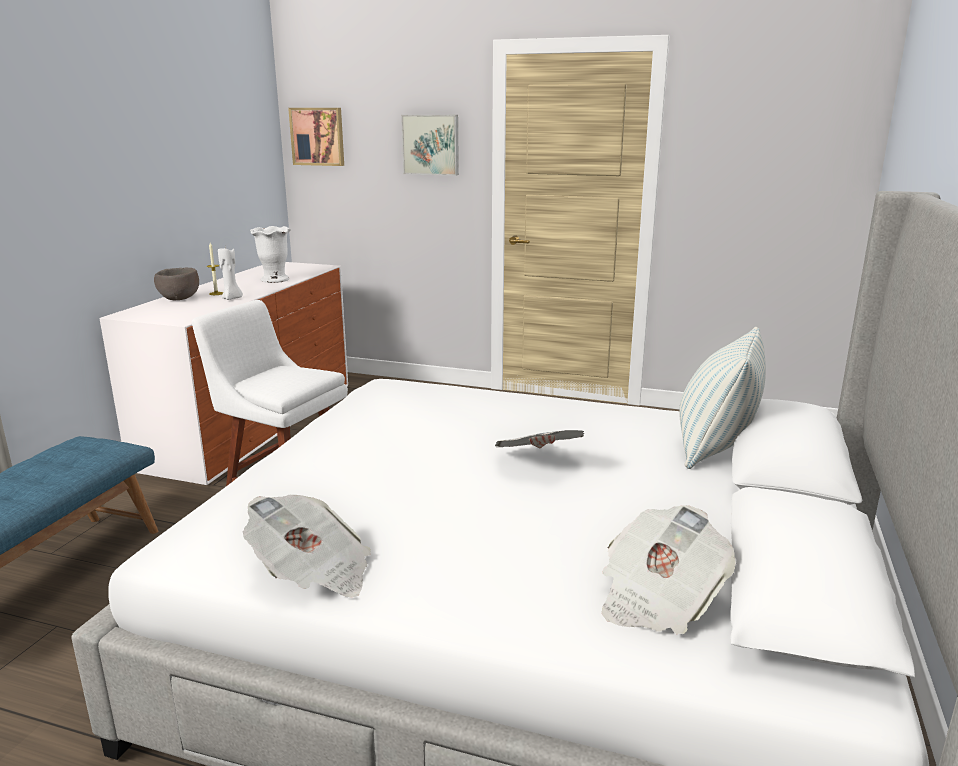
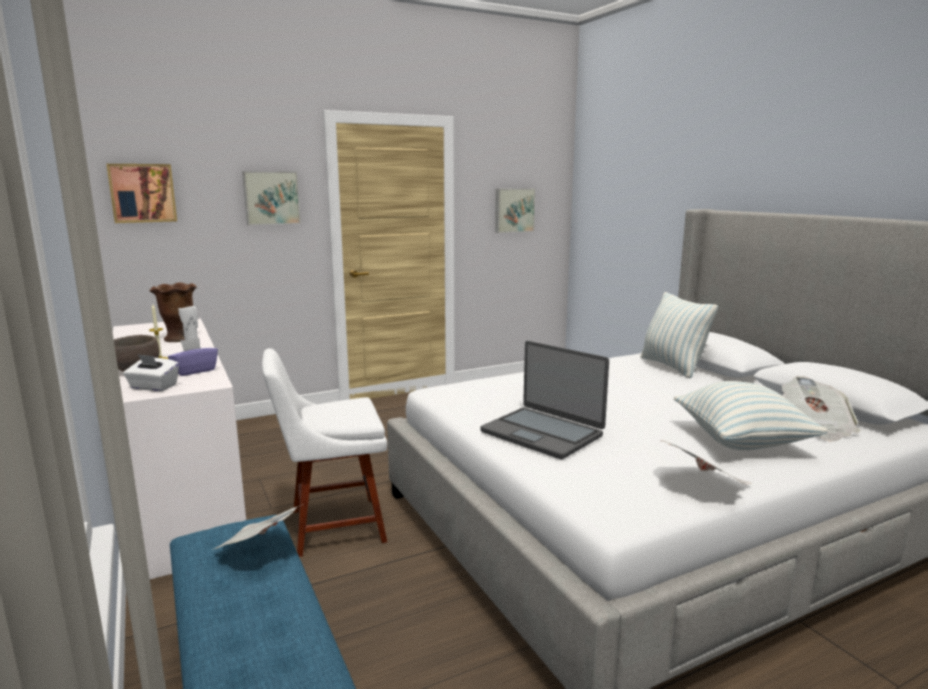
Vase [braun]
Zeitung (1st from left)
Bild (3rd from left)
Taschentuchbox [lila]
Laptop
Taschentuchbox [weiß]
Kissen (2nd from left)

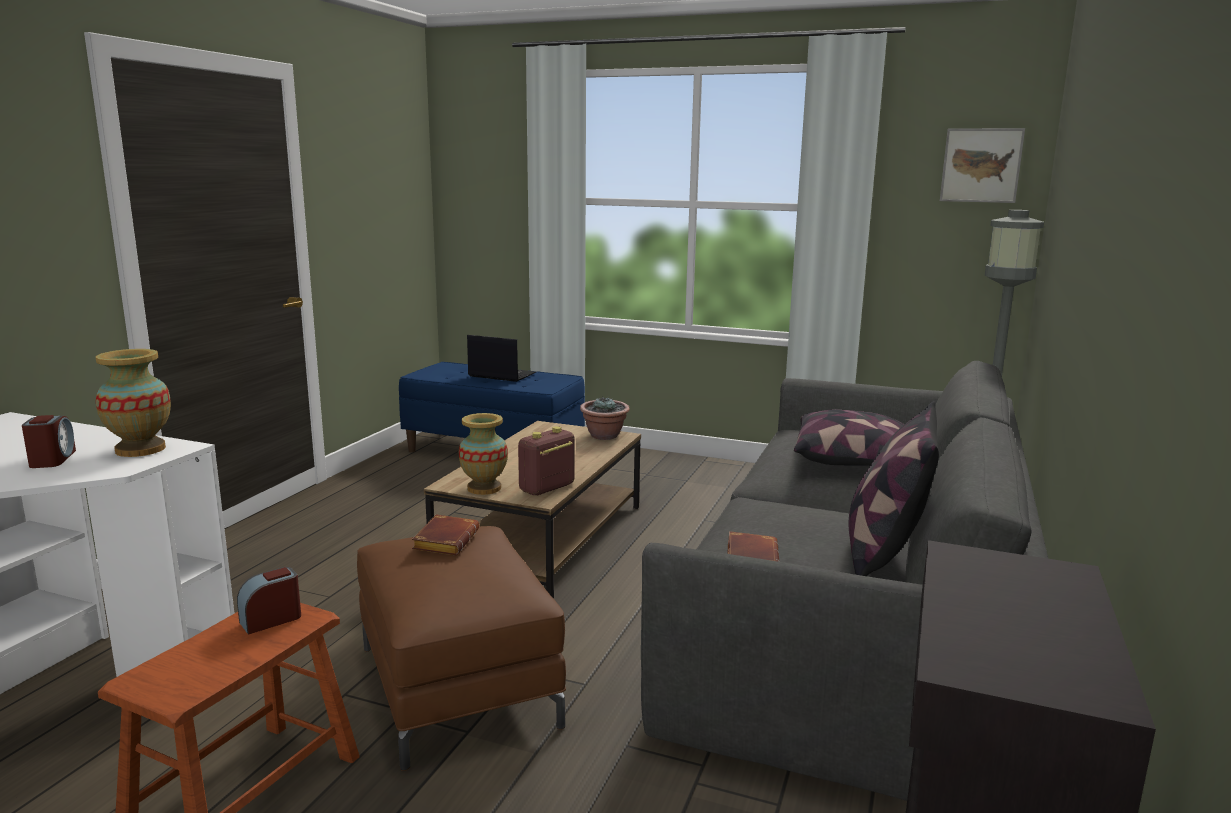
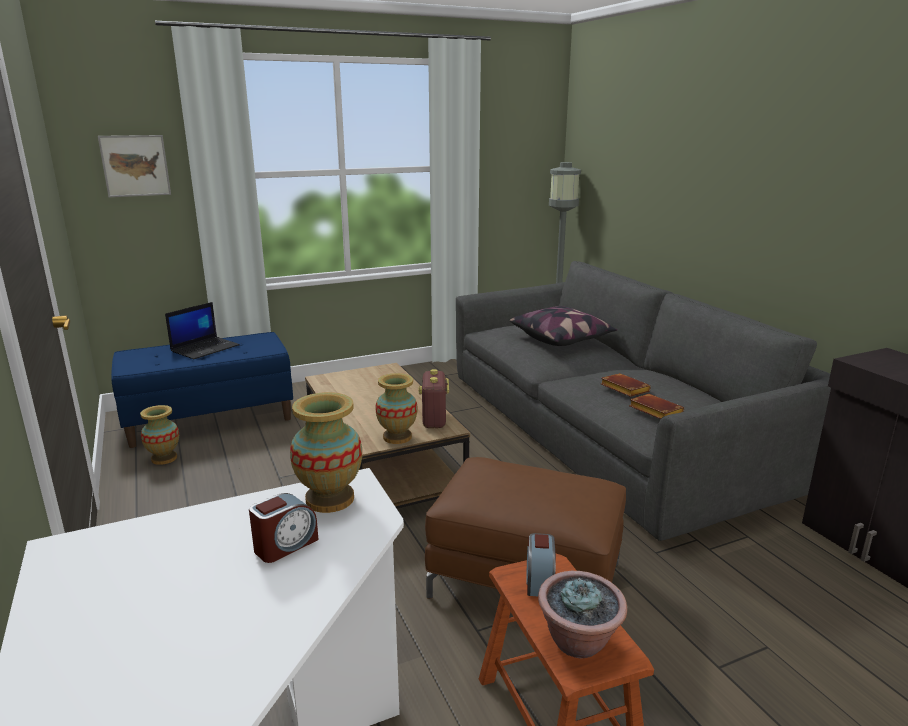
Bild
Laptop
Topfpflanze
Kissen (2nd from left in the first image)
Wecker (1st from left)
Buch [braun] (1st from left)
Vase (1st from left)

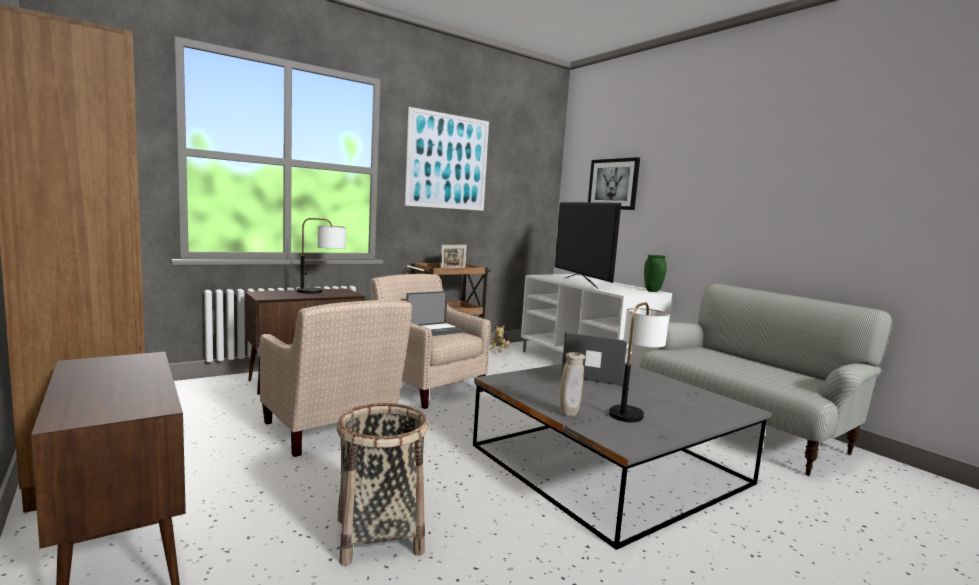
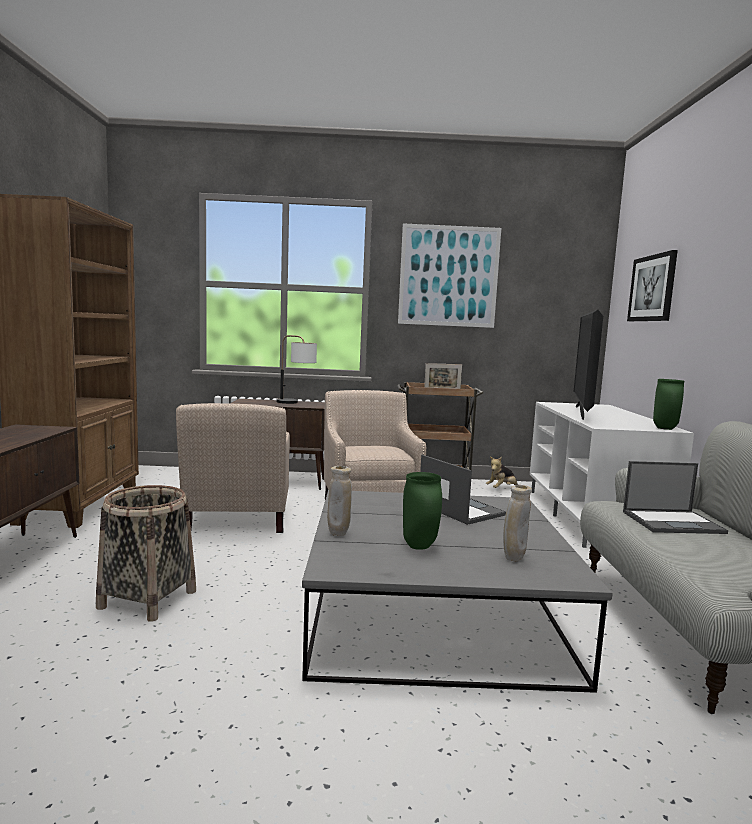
Laptop (2nd from left)
Vase [grün] (1st from left)
Vase [beige] (2nd from left)

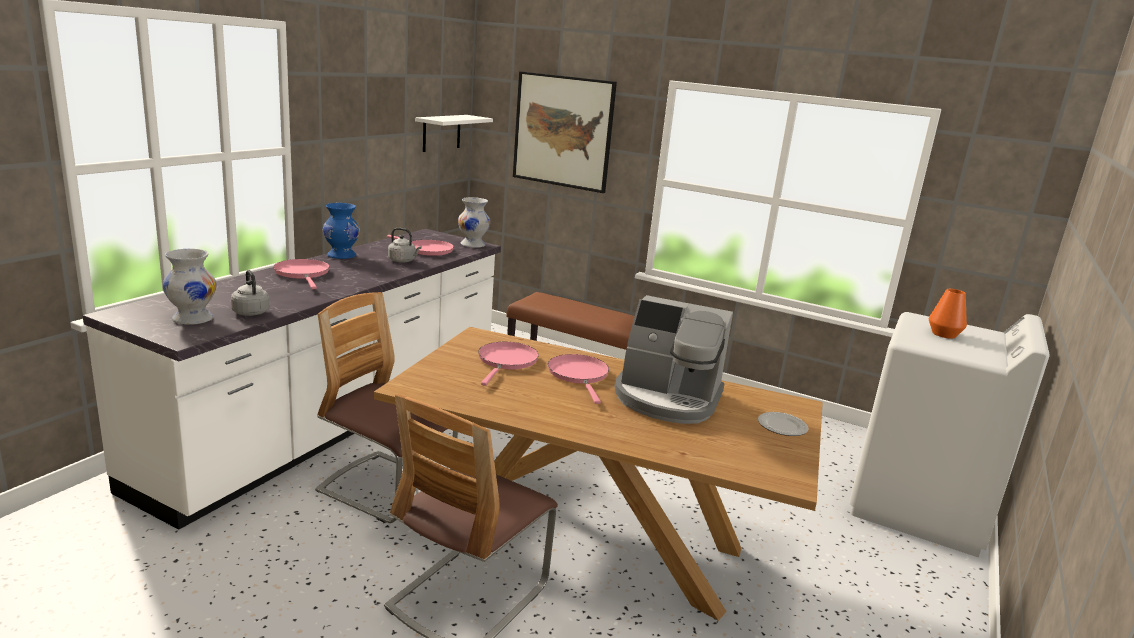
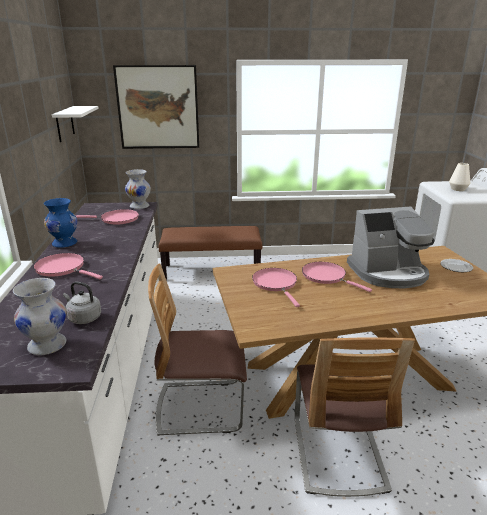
Wasserkessel [grau] (2nd from left in the first image)
Vase [weiß] (3rd from left)

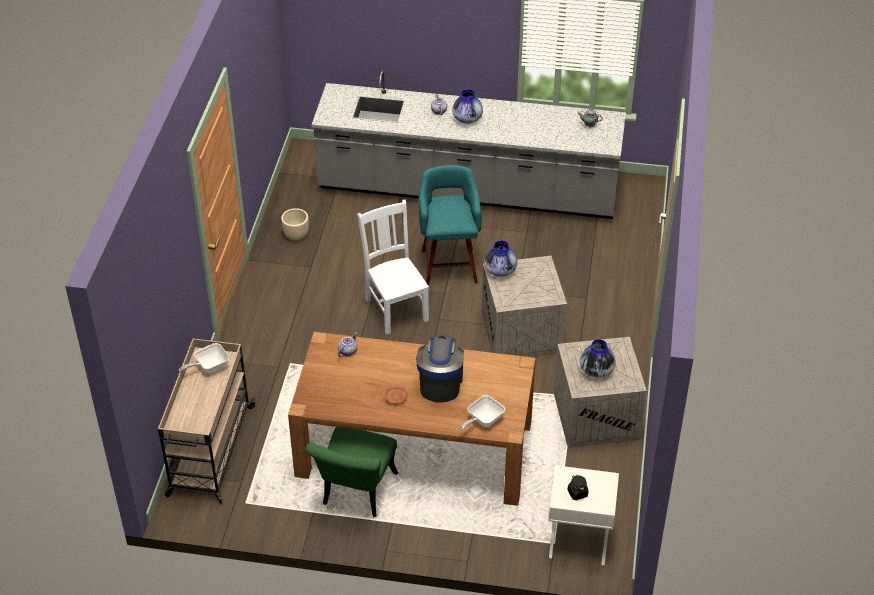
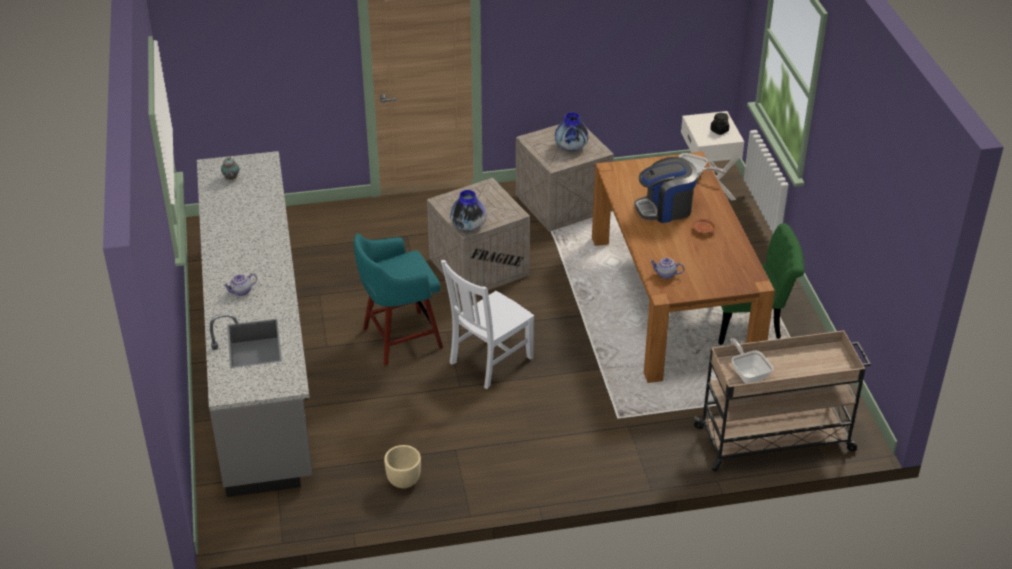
Vase (1st from left in the first image)
Pfanne (2nd from left)

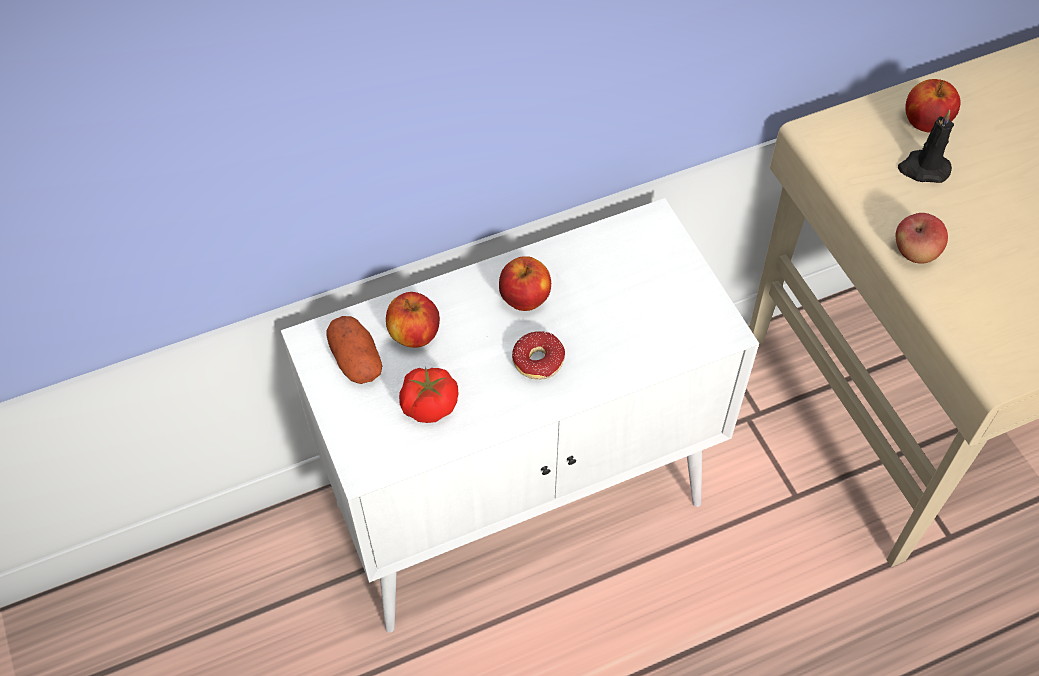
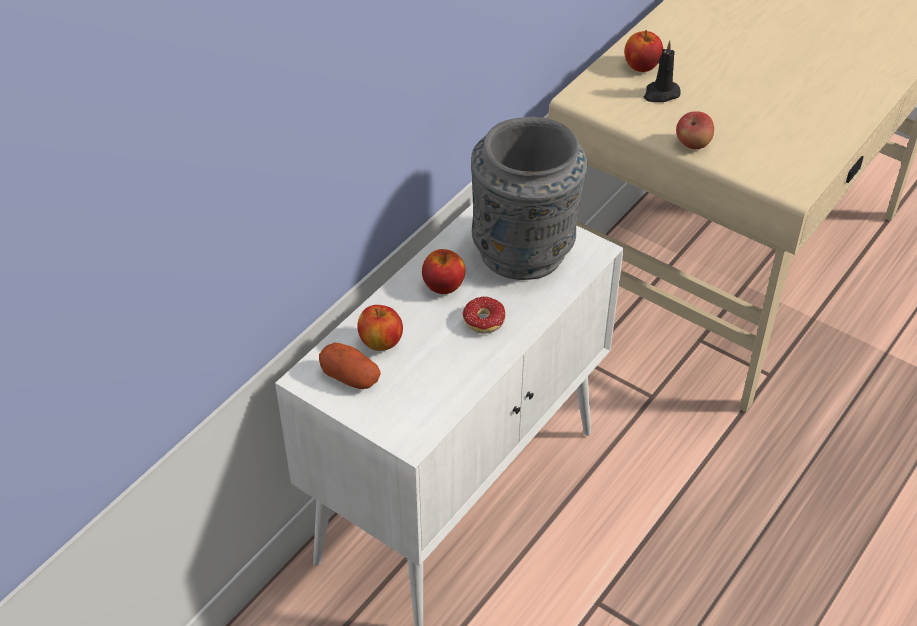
Tomate
Vase [grau]

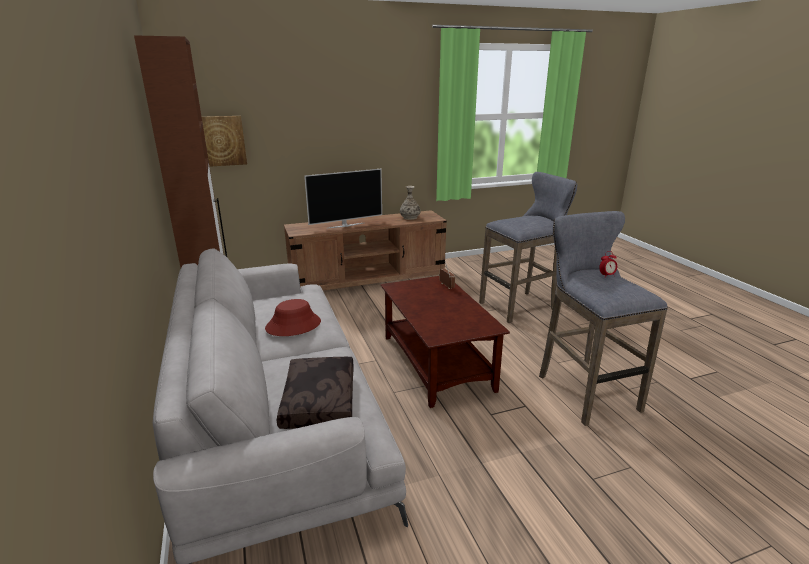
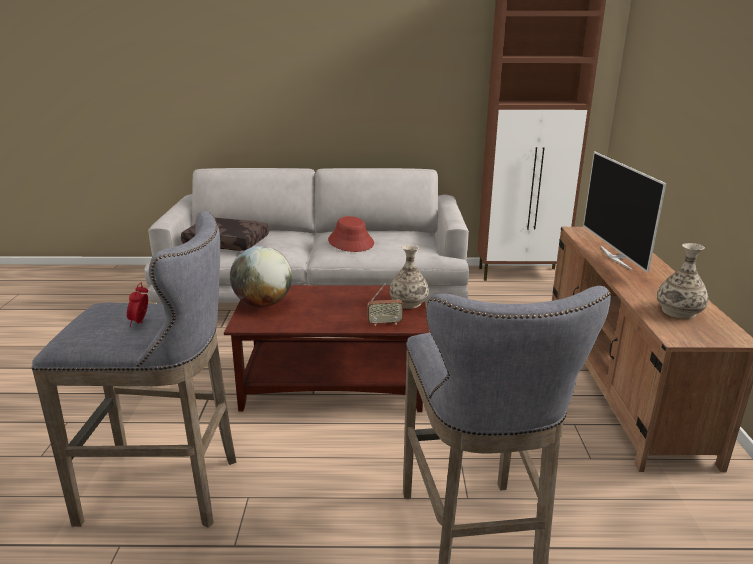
Bild
Vase (1st from left)
Globus

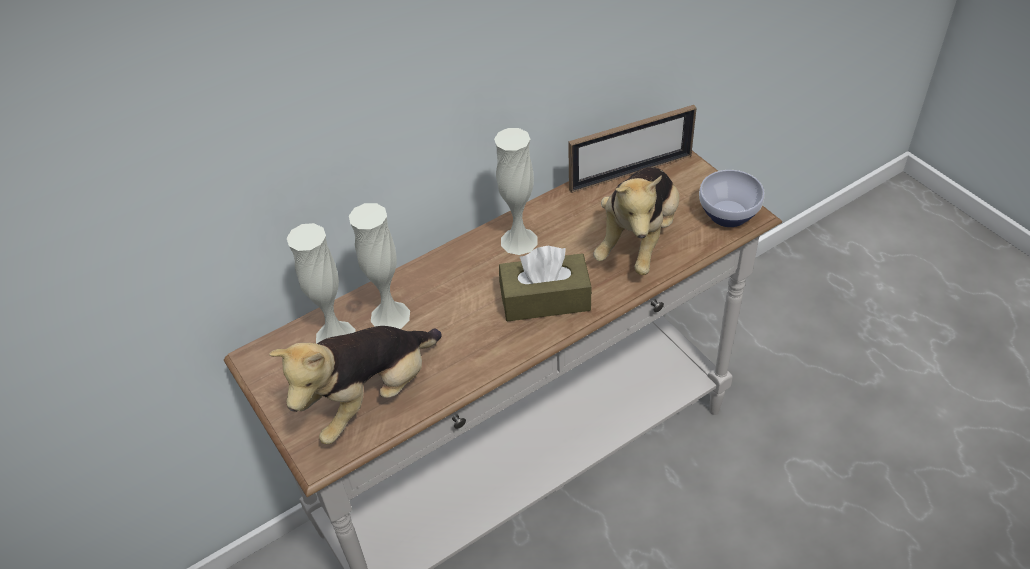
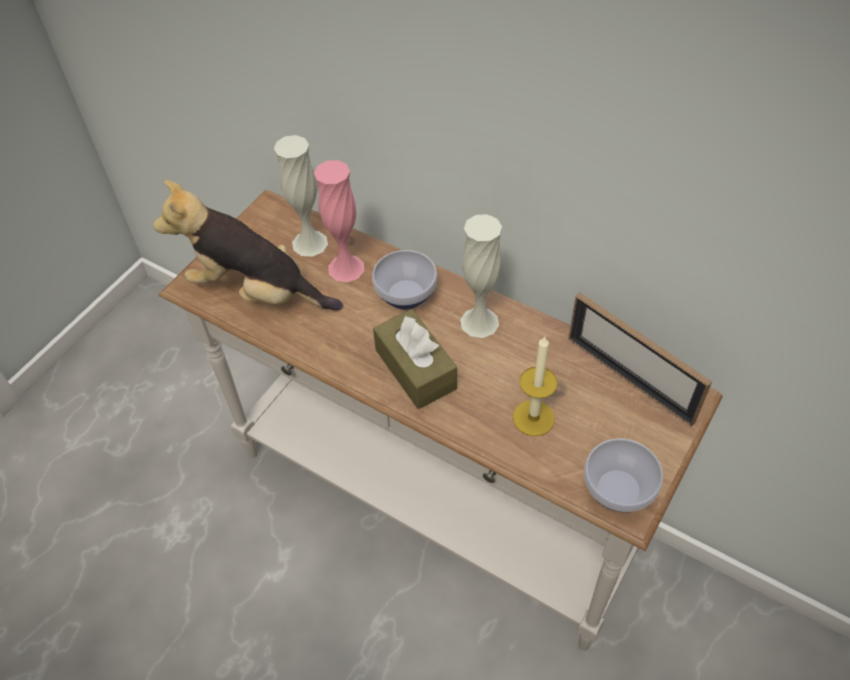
Kerze
Vase [rosa]
Schüssel (1st from left)

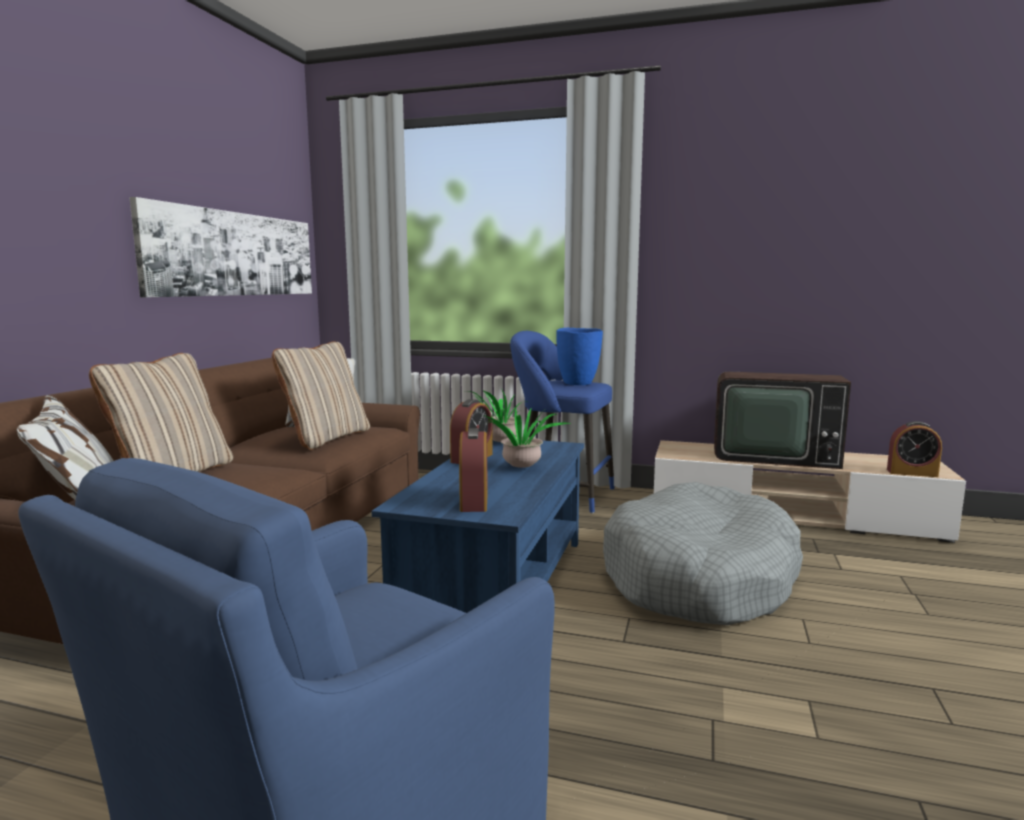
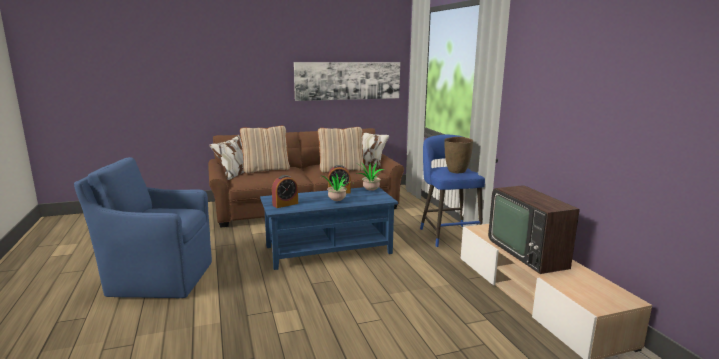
Vase [braun]
Wecker (3rd from left in the first image)
Hundebett [grau]

